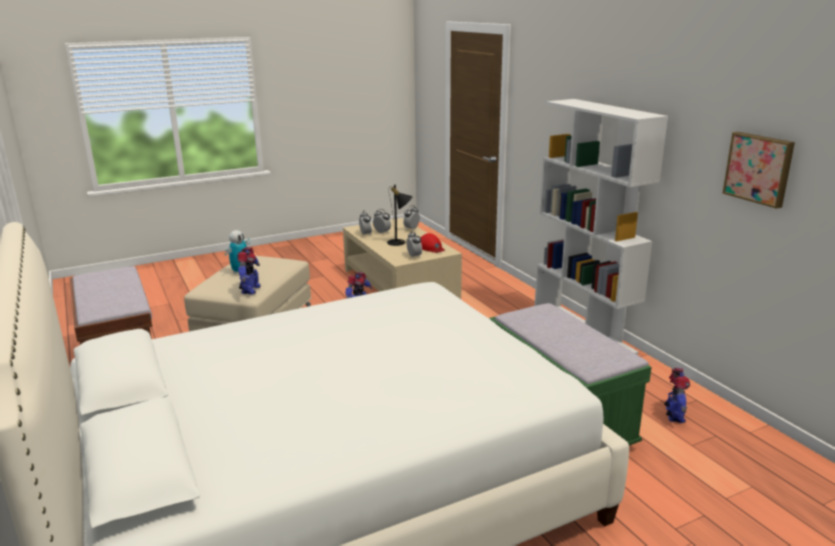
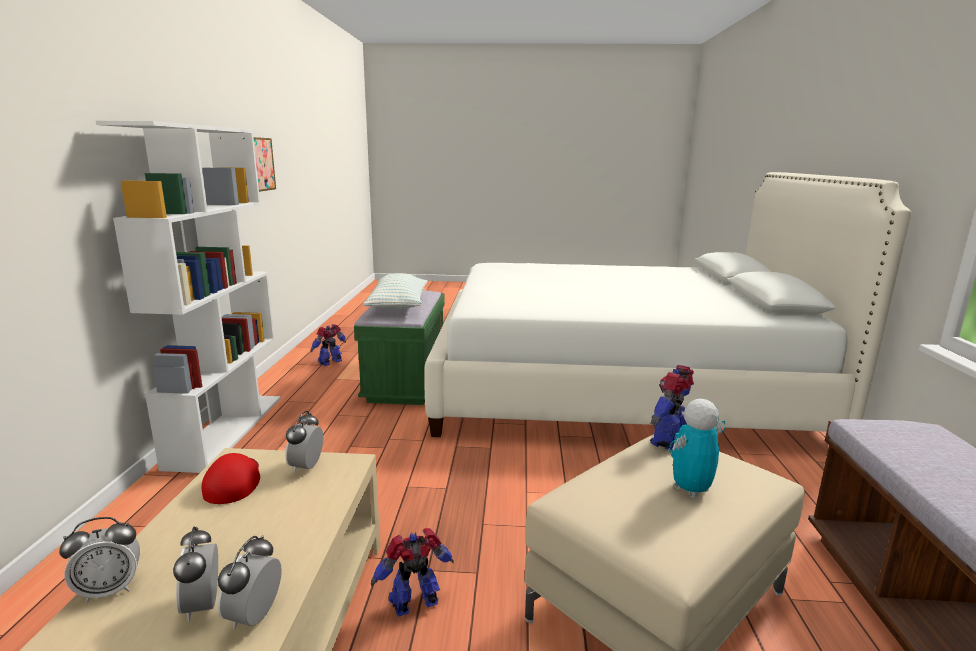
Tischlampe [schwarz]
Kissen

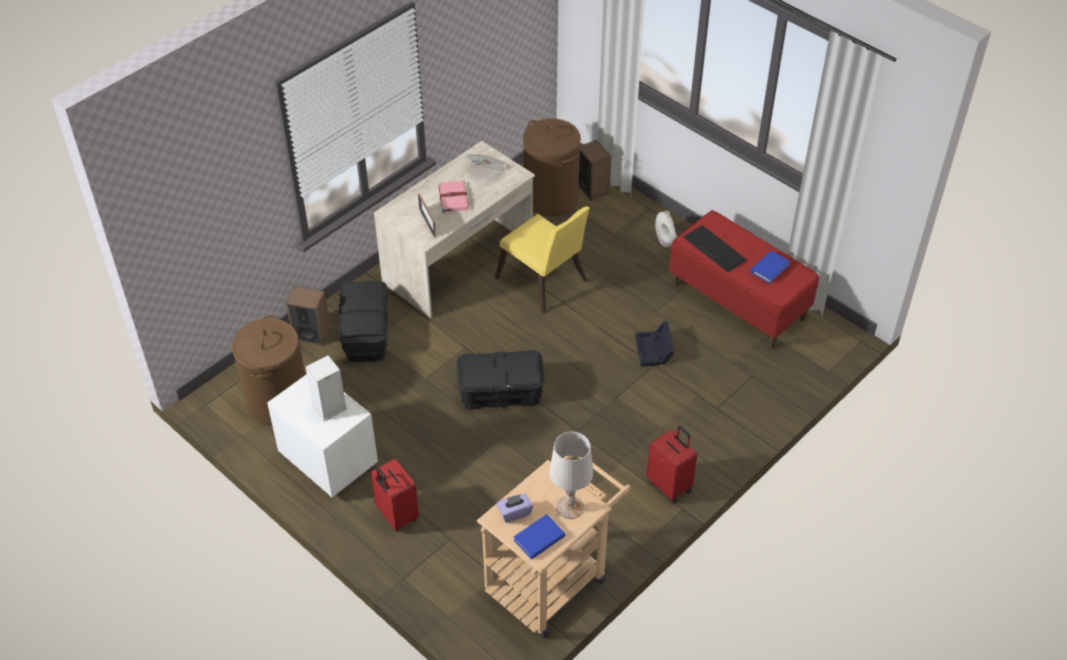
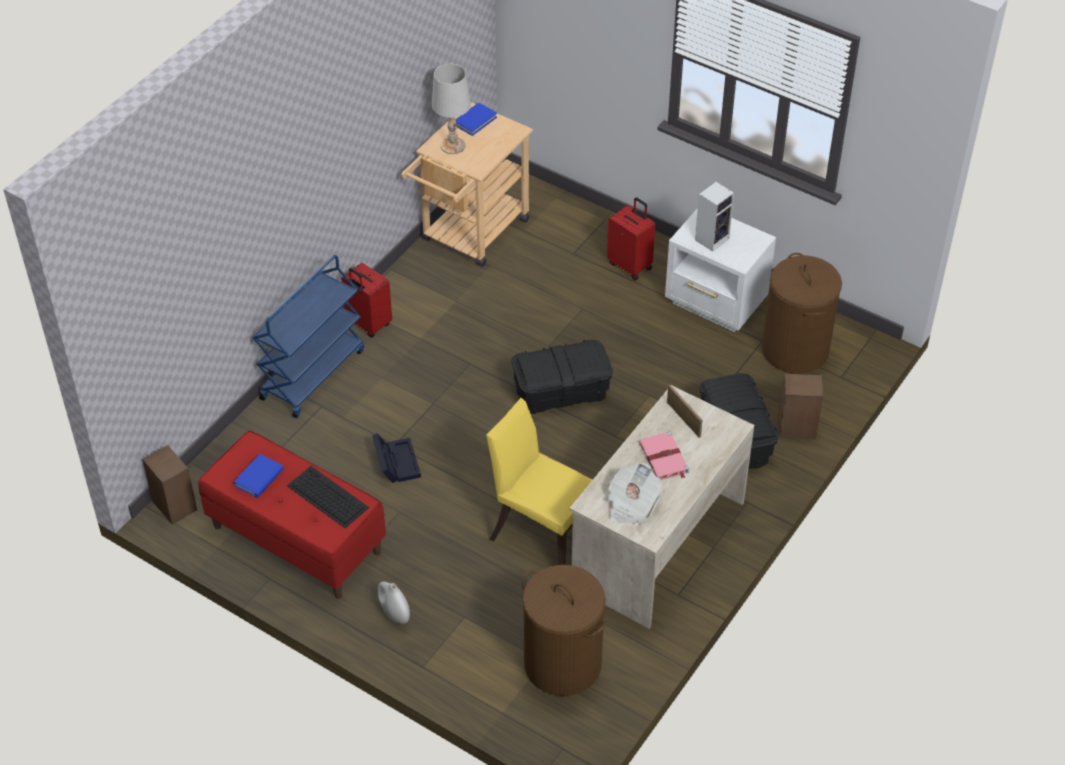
Lautsprecher (1st from left)
Taschentuchbox [lila]
Rollwagen [blau]

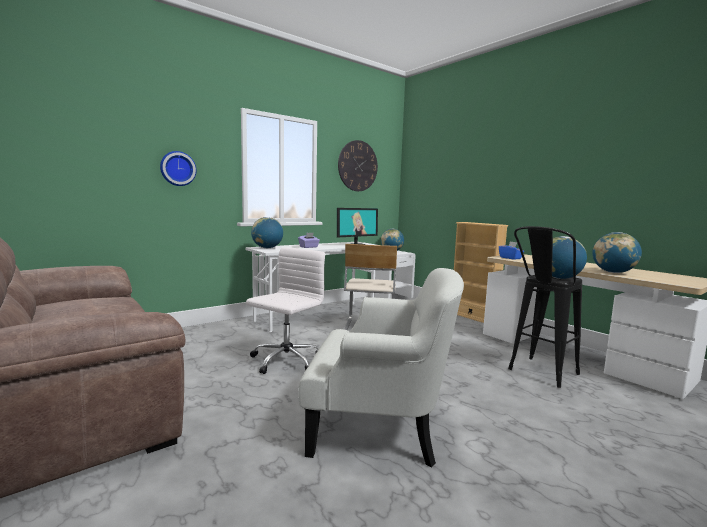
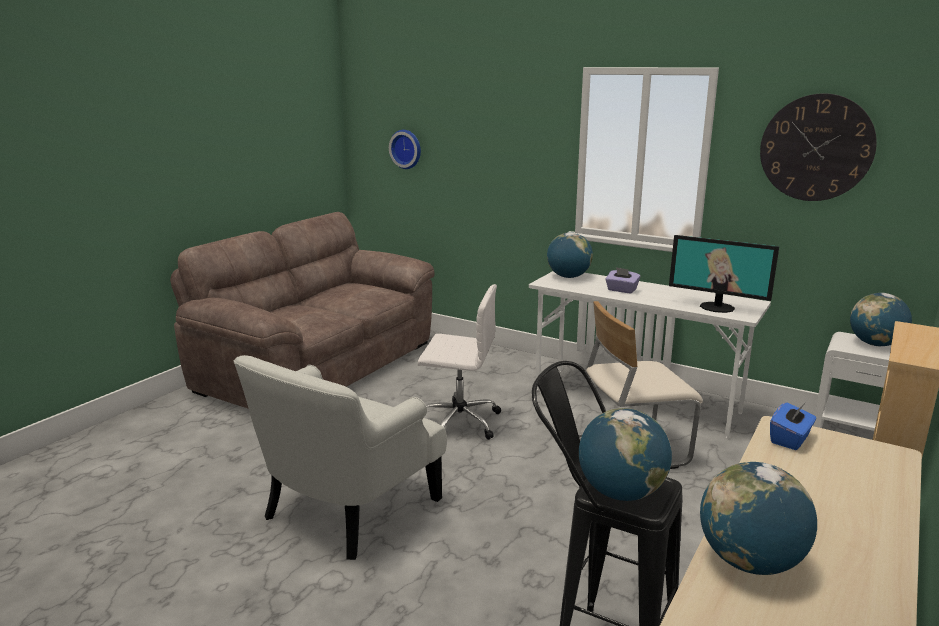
Wanduhr (1st from left)
Sessel [weiß]

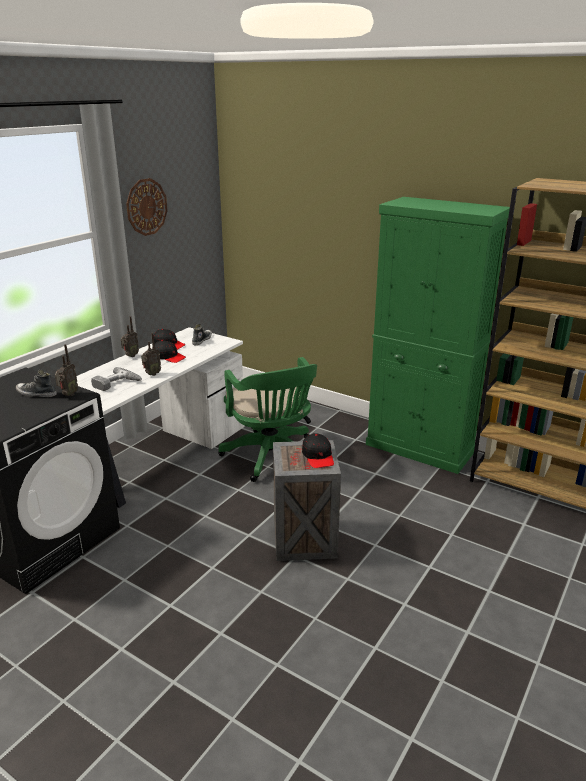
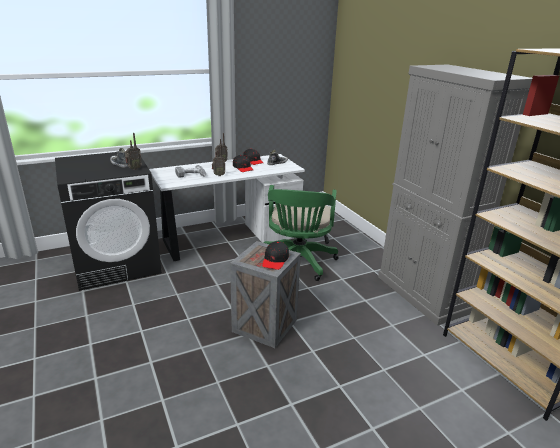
Wanduhr
Schrank [grau]

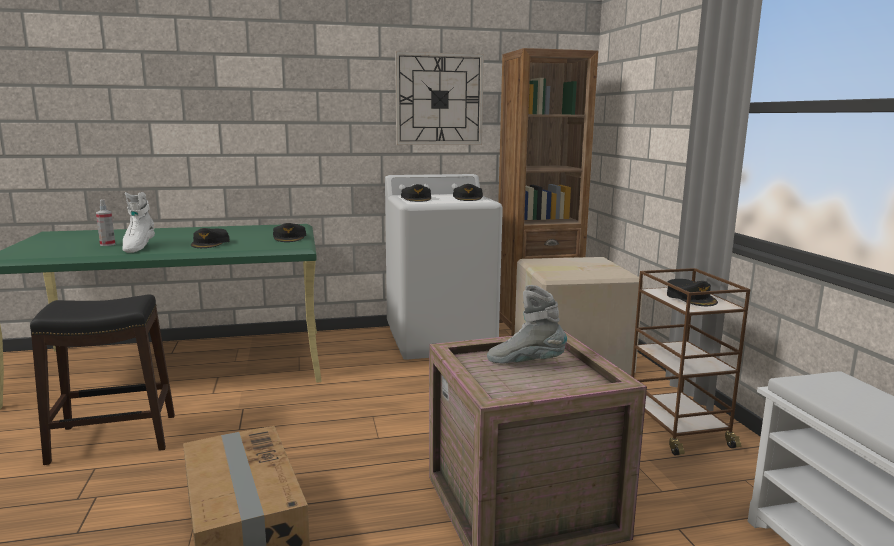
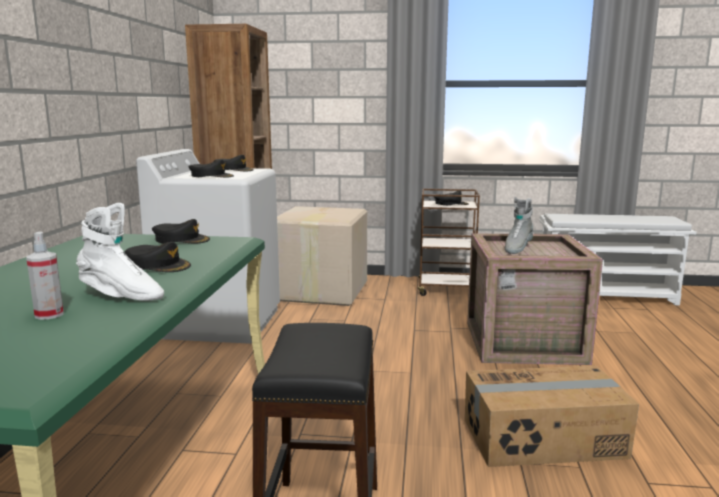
Wanduhr

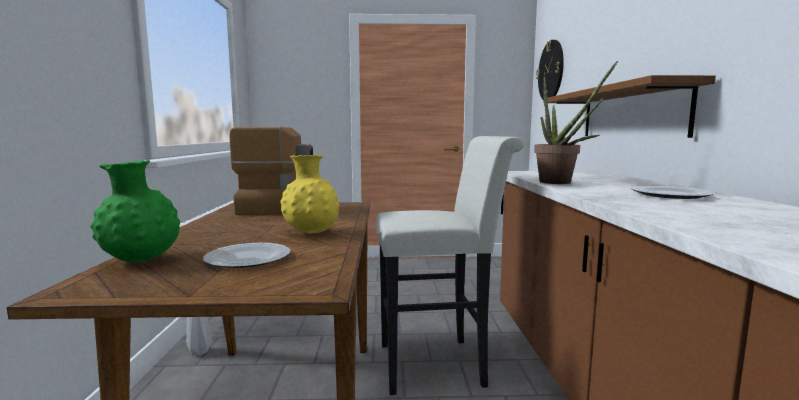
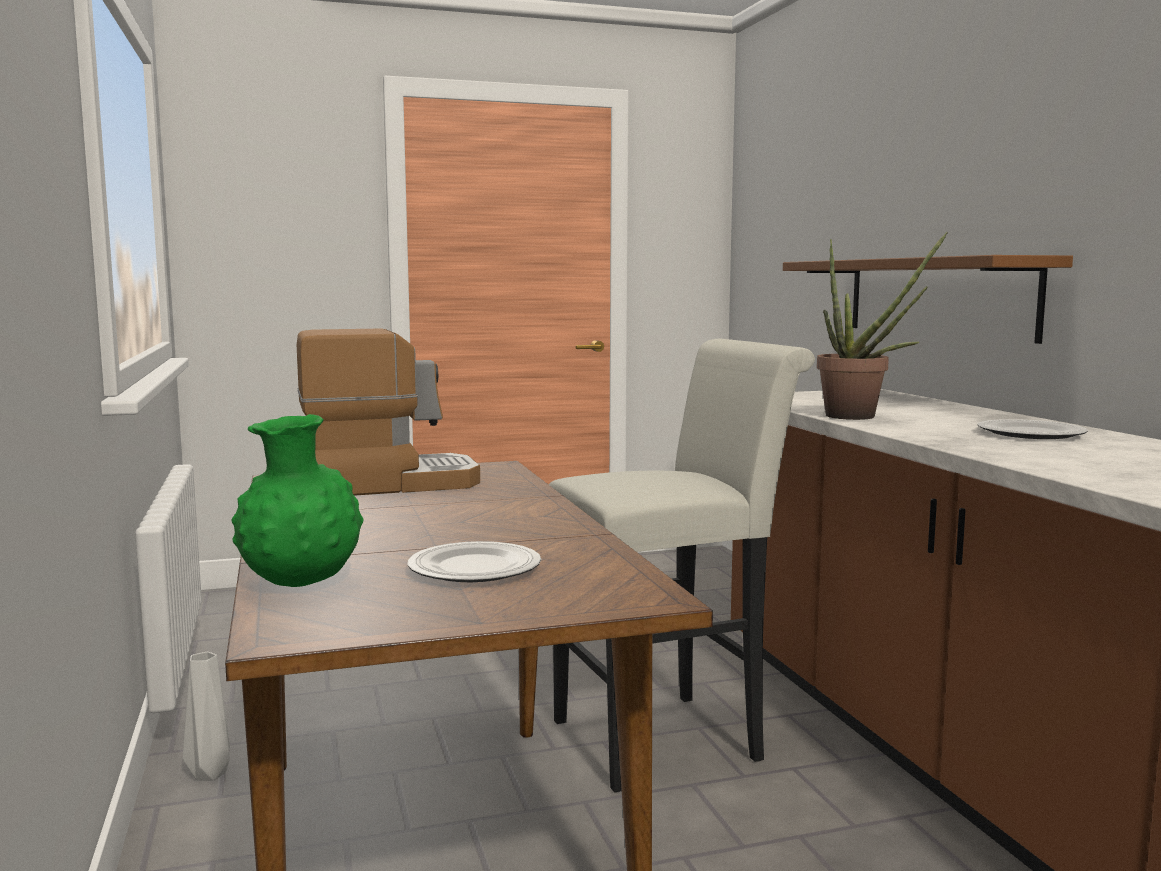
Wanduhr
Vase [gelb]

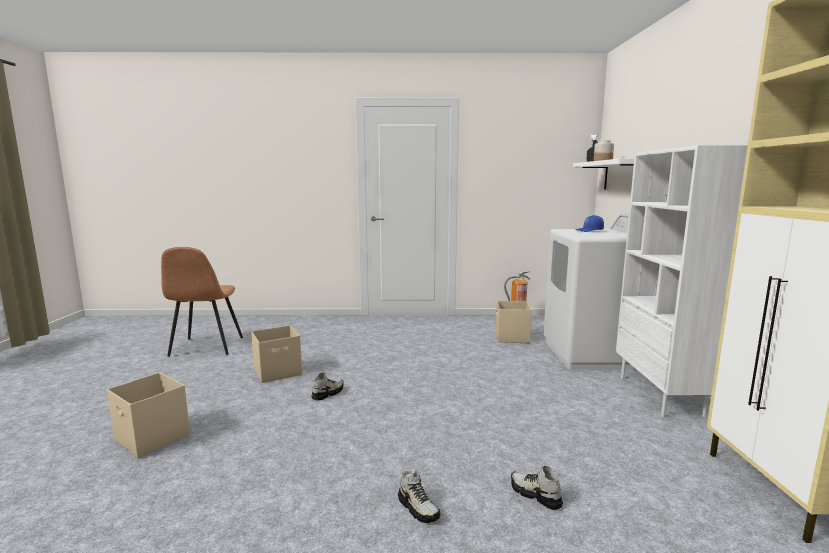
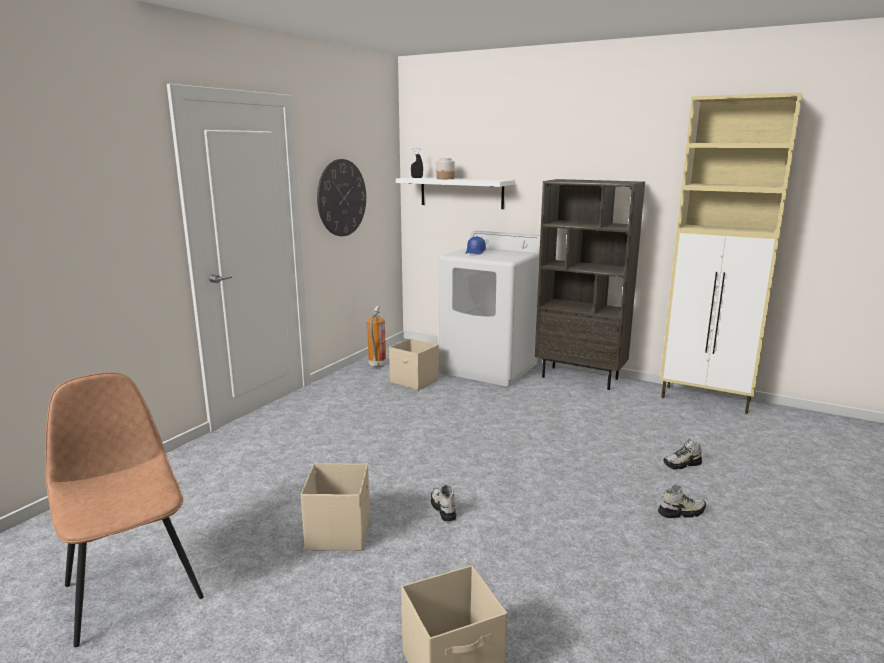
Bücherregal [braun]
Stuhl [braun]
Wanduhr

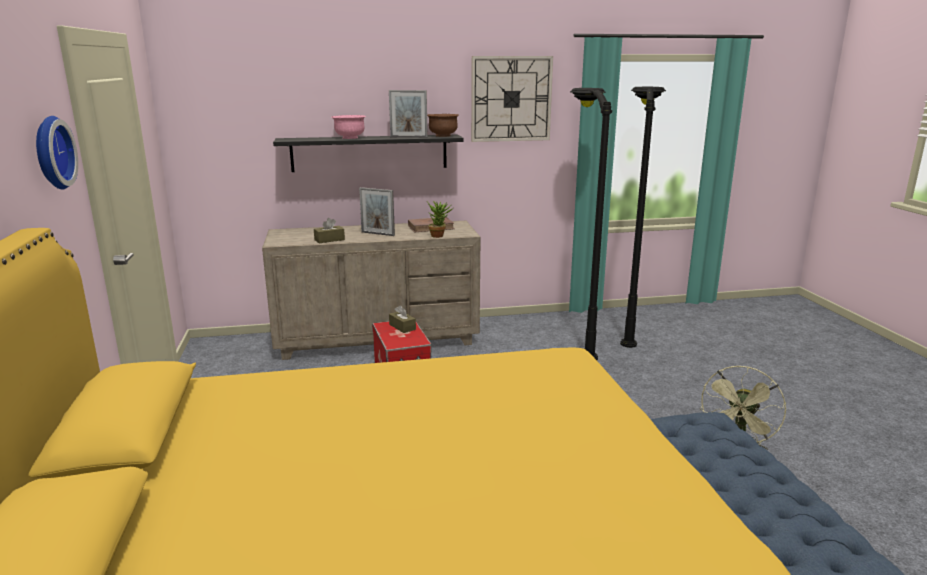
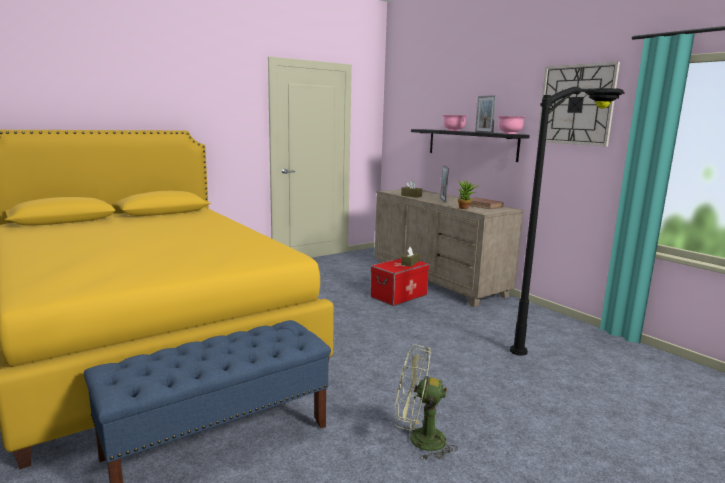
Stehlampe [schwarz] (2nd from left in the first image)
Schüssel [rosa] (2nd from left)
Wanduhr (1st from left in the first image)

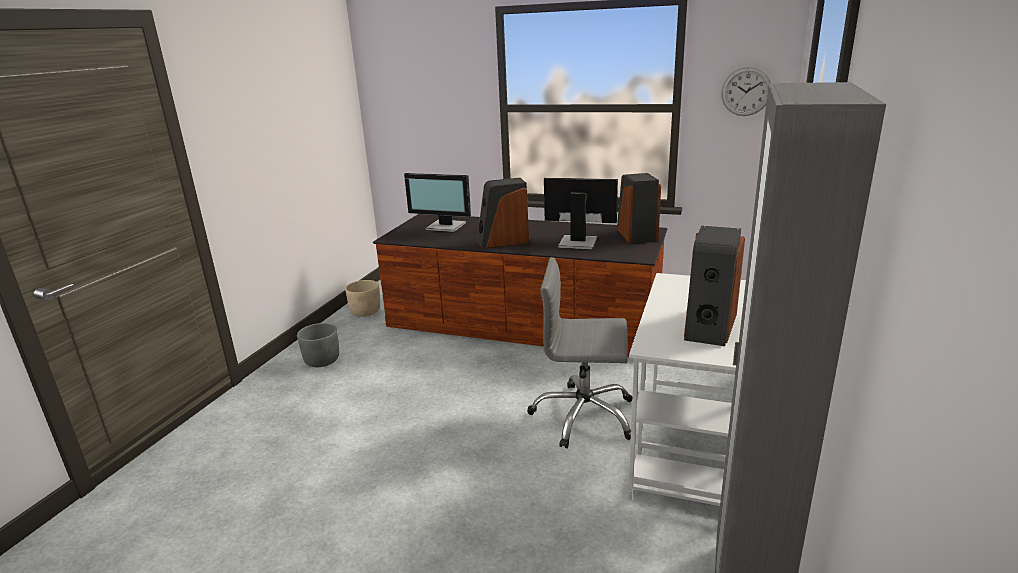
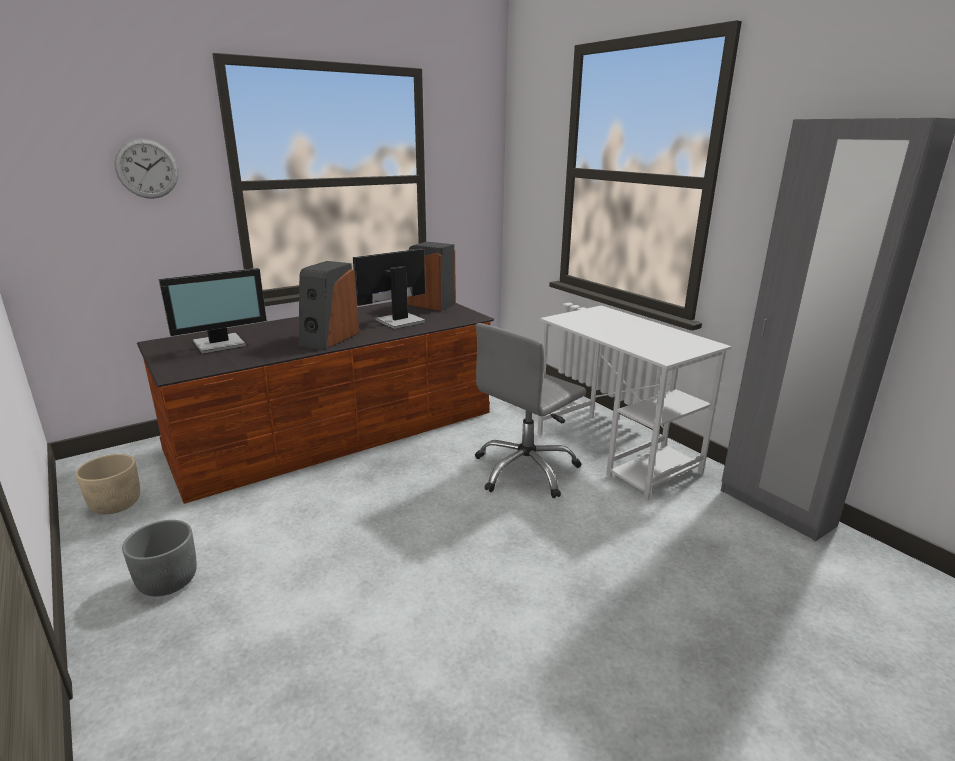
Wanduhr
Lautsprecher (3rd from left in the first image)

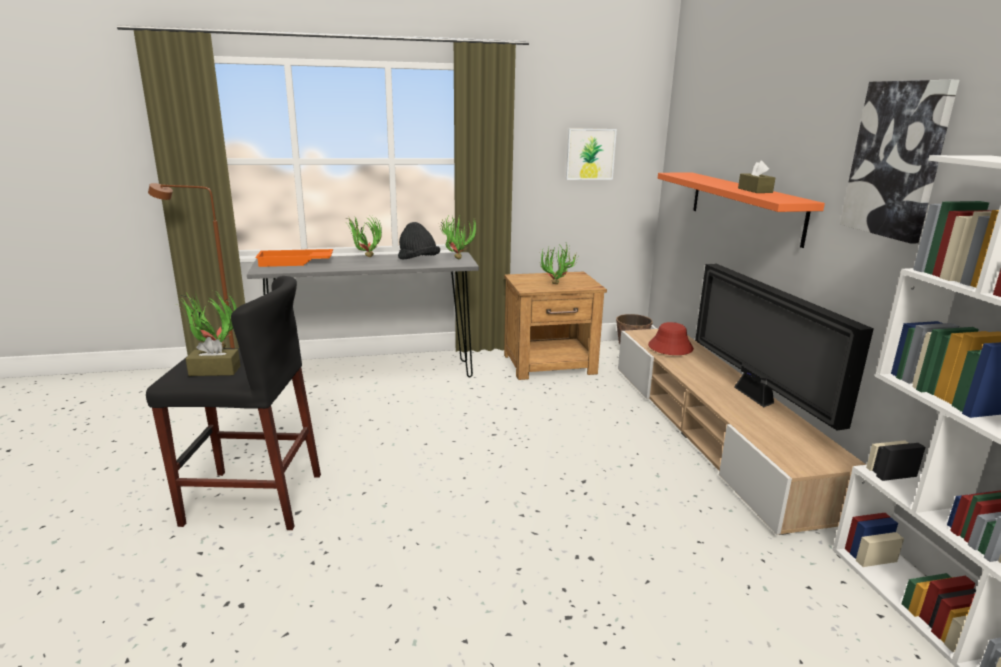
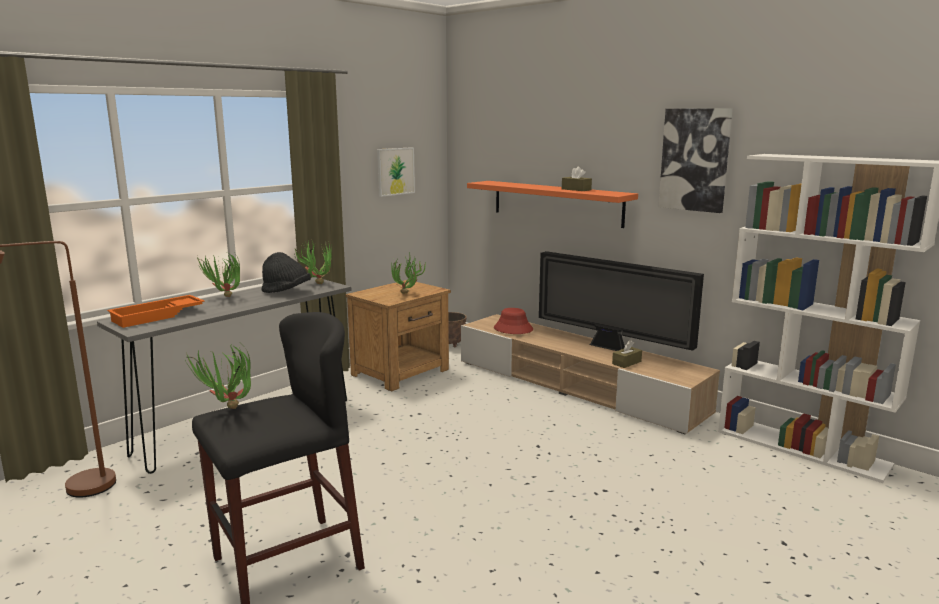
Taschentuchbox [braun] (2nd from left)

